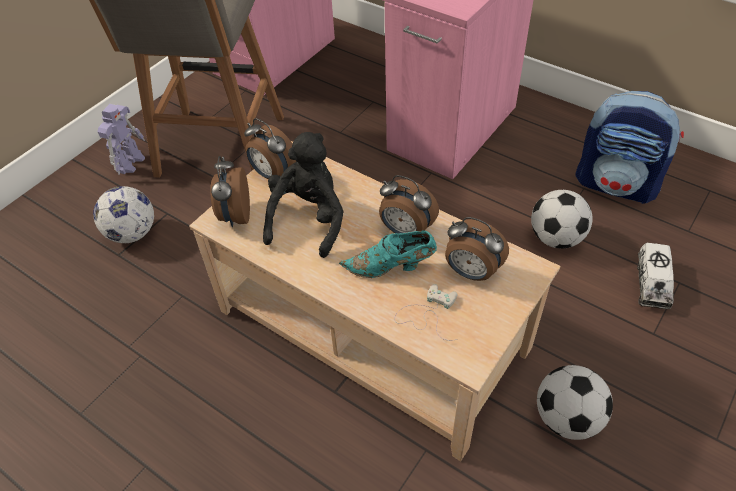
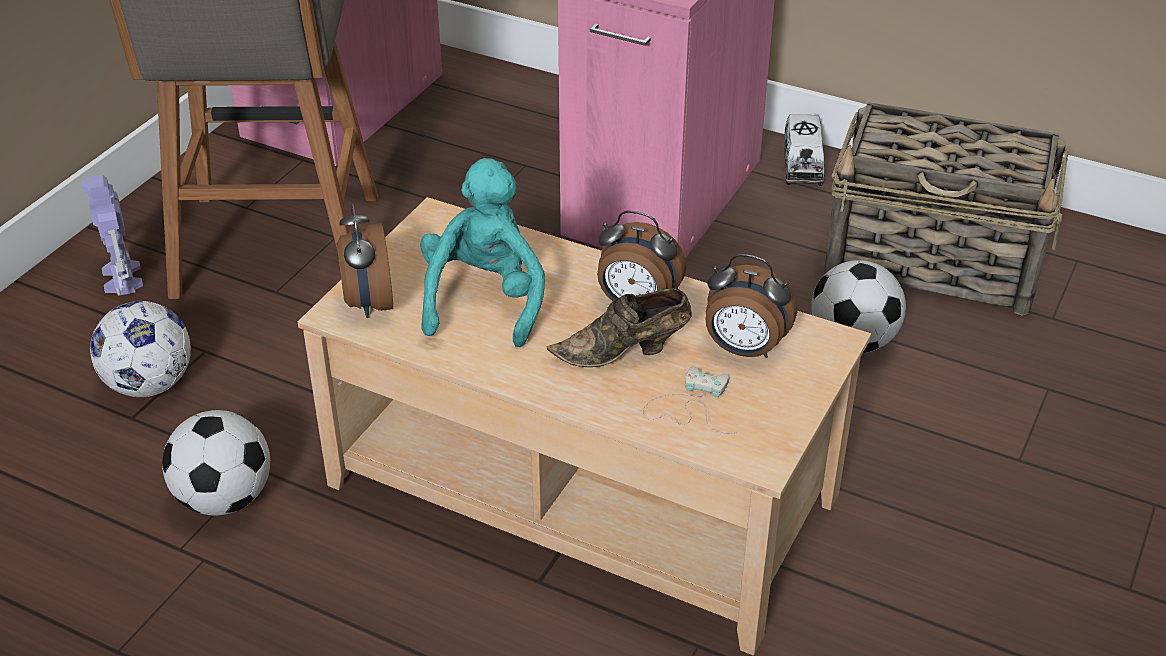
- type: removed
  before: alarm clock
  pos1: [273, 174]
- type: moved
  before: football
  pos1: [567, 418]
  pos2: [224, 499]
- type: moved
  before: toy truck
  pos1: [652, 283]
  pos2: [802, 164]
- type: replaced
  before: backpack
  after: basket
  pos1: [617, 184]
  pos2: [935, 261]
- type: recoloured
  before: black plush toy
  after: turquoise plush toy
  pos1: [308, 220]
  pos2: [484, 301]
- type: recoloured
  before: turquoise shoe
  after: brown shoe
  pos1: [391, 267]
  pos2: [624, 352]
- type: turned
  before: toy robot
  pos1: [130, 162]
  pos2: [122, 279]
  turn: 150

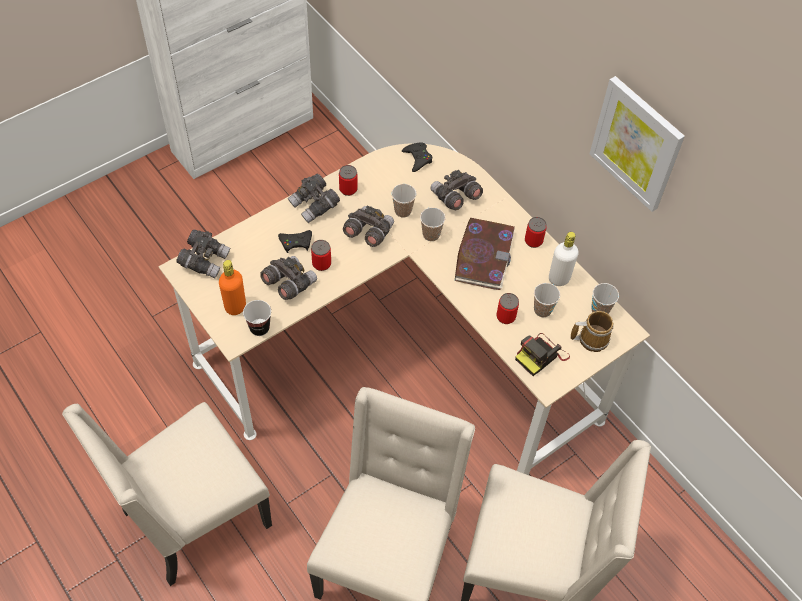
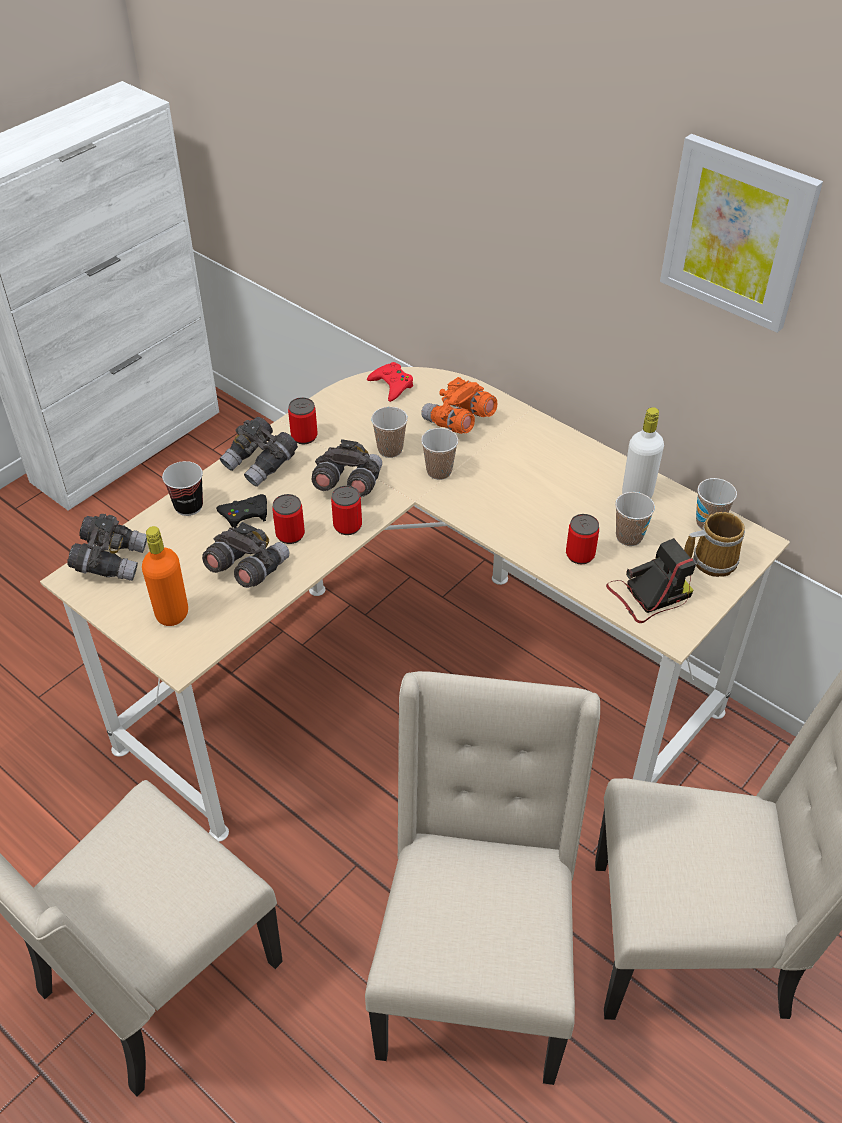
- type: removed
  before: book
  pos1: [483, 255]
- type: moved
  before: cup
  pos1: [259, 328]
  pos2: [188, 506]
- type: moved
  before: can
  pos1: [533, 241]
  pos2: [347, 526]
- type: recoloured
  before: black game controller
  after: red game controller
  pos1: [417, 158]
  pos2: [392, 385]
- type: recoloured
  before: grey binoculars
  after: orange binoculars
  pos1: [455, 197]
  pos2: [458, 422]
- type: turned
  before: photo camera
  pos1: [541, 355]
  pos2: [648, 595]
  turn: -150

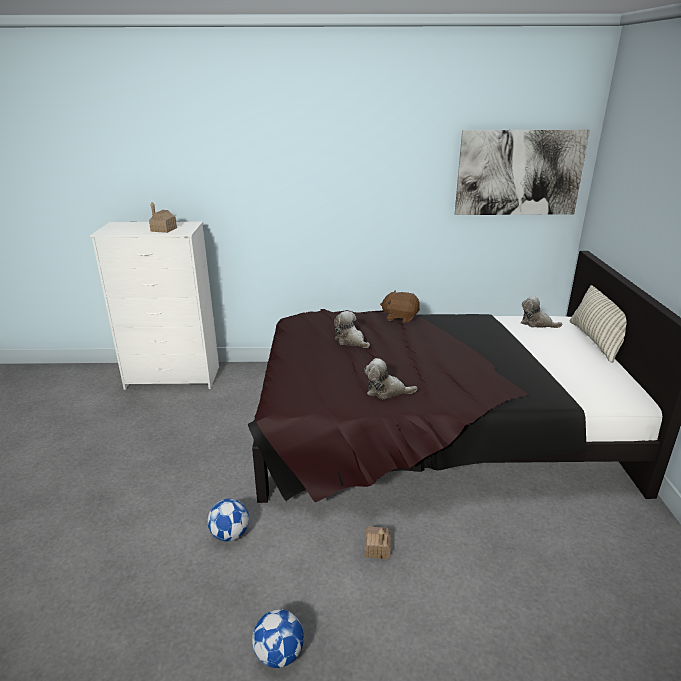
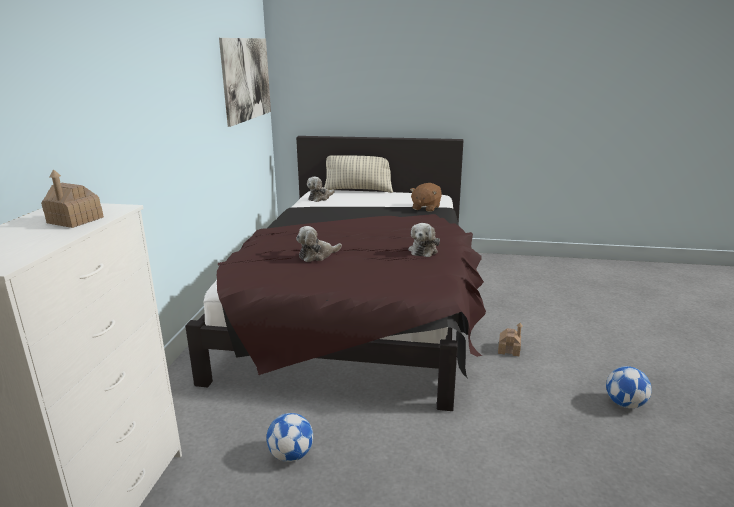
- type: moved
  before: football
  pos1: [230, 534]
  pos2: [291, 455]
- type: moved
  before: brown plush toy
  pos1: [400, 317]
  pos2: [425, 208]

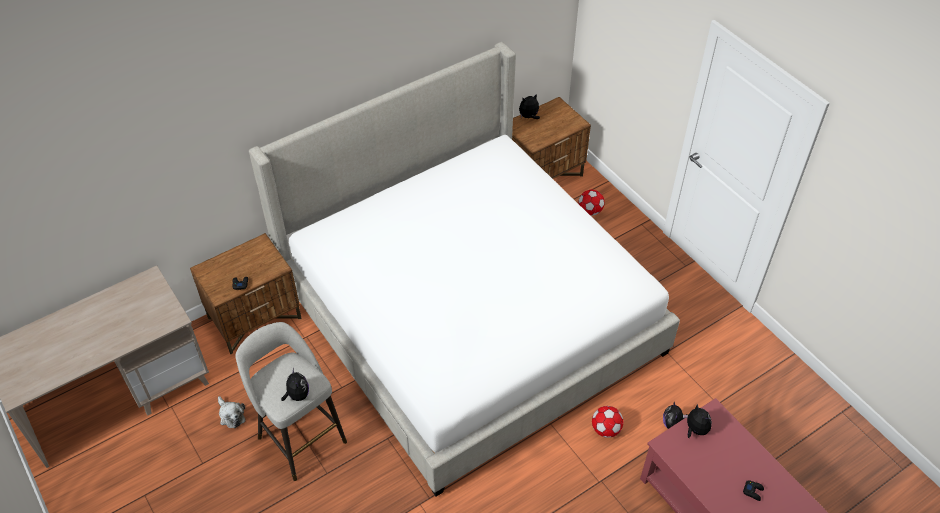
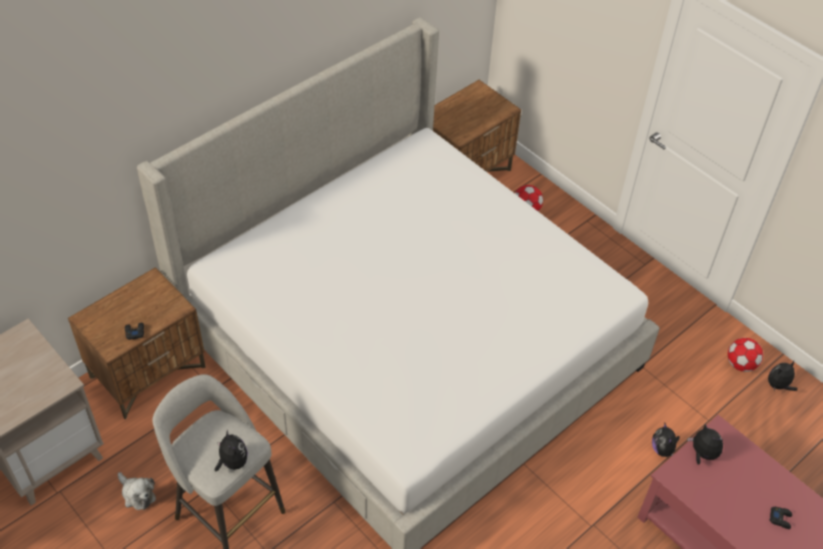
- type: moved
  before: plush toy
  pos1: [529, 117]
  pos2: [778, 386]
- type: moved
  before: football
  pos1: [605, 429]
  pos2: [740, 364]

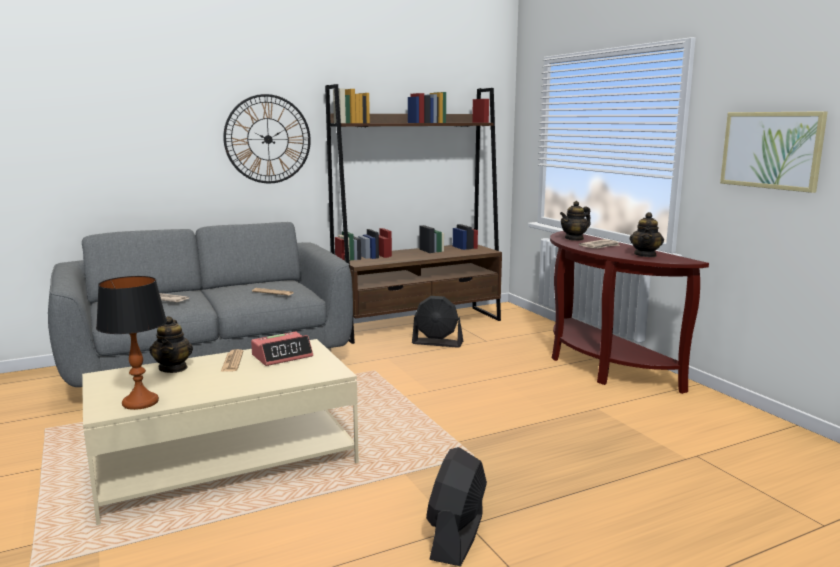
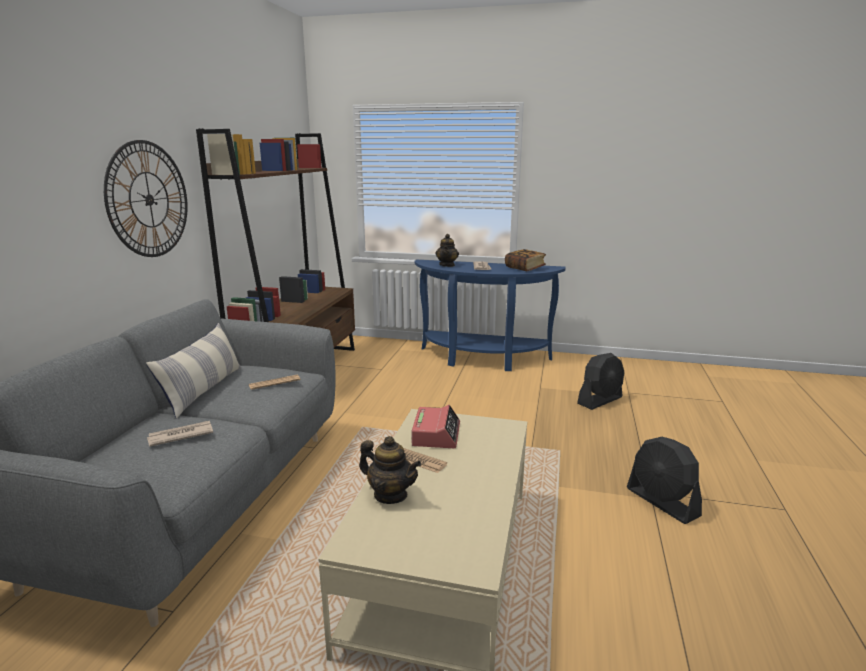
- type: removed
  before: table lamp
  pos1: [140, 402]
- type: removed
  before: picture
  pos1: [771, 150]
- type: added
  after: pillow
  pos2: [204, 390]
- type: moved
  before: black fan
  pos1: [437, 343]
  pos2: [600, 400]
- type: replaced
  before: teapot
  after: book
  pos1: [645, 255]
  pos2: [525, 268]
- type: recoloured
  before: brown console table
  after: blue console table
  pos1: [600, 365]
  pos2: [482, 359]

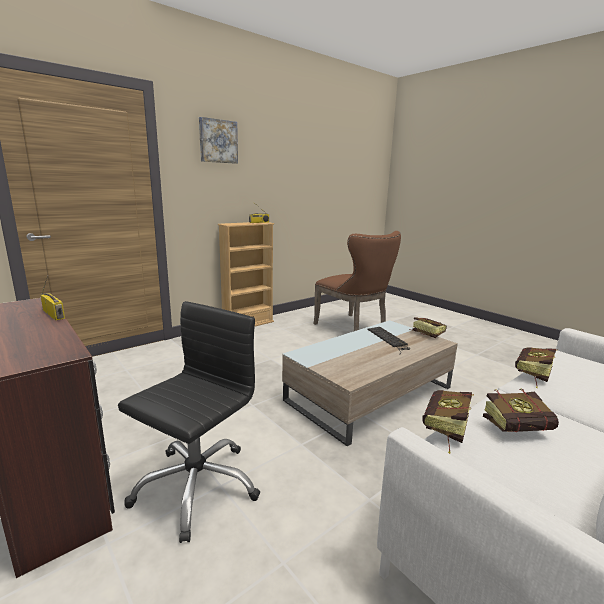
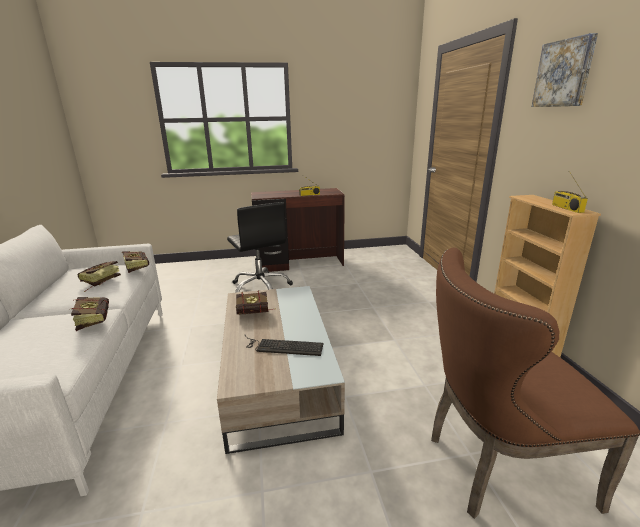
- type: moved
  before: book
  pos1: [425, 333]
  pos2: [257, 313]

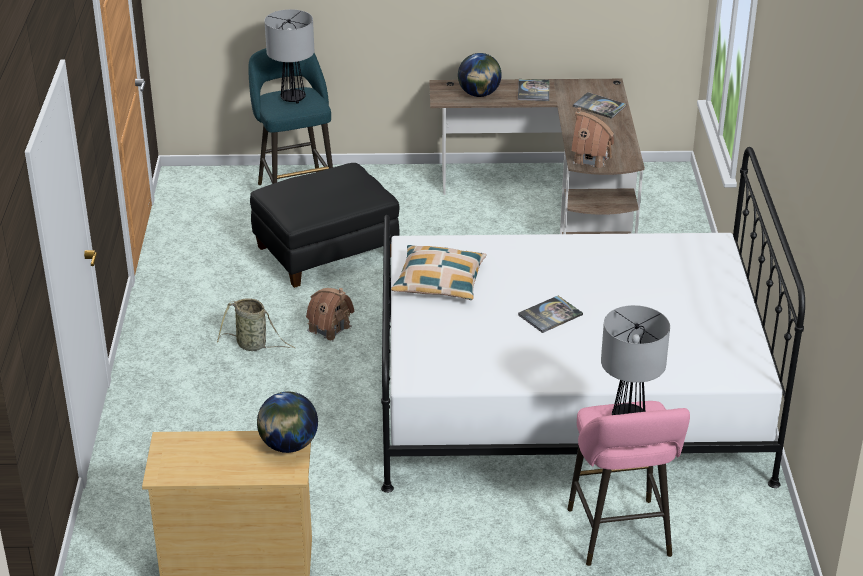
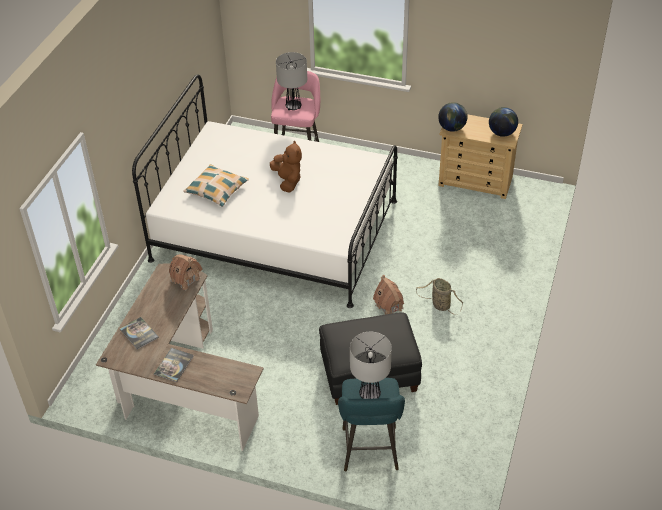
- type: moved
  before: pillow
  pos1: [439, 281]
  pos2: [216, 190]
- type: moved
  before: globe
  pos1: [479, 94]
  pos2: [502, 133]
- type: replaced
  before: book
  after: brown plush toy
  pos1: [550, 315]
  pos2: [288, 181]

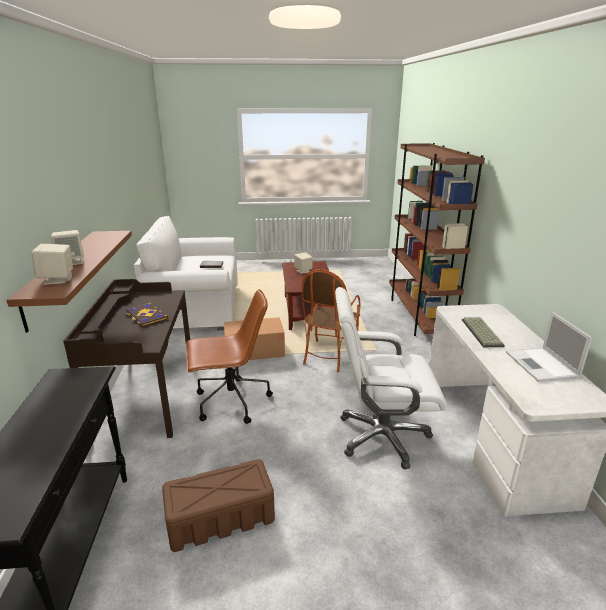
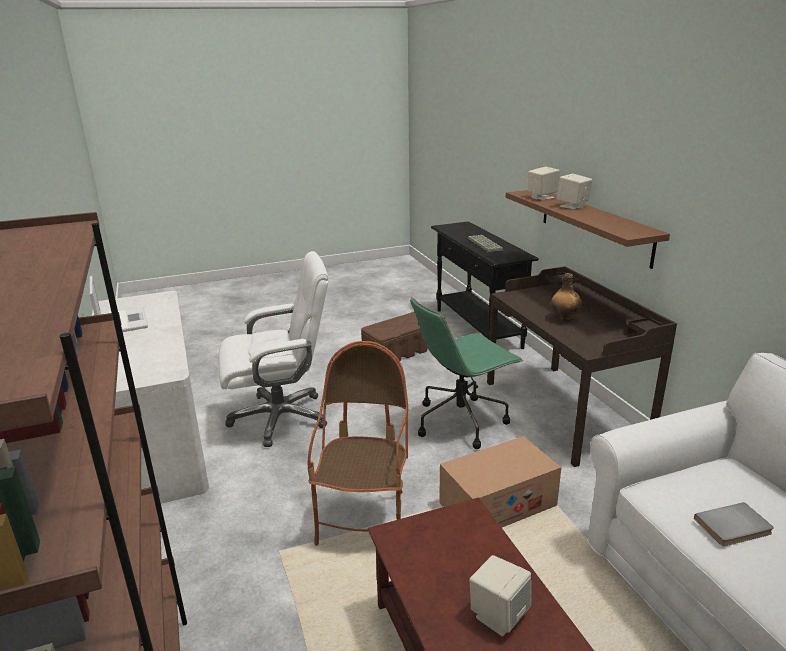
- type: moved
  before: keyboard
  pos1: [480, 332]
  pos2: [485, 245]
- type: replaced
  before: book
  after: bottle
  pos1: [146, 316]
  pos2: [564, 318]
- type: recoloured
  before: brown office chair
  after: green office chair
  pos1: [230, 402]
  pos2: [461, 421]

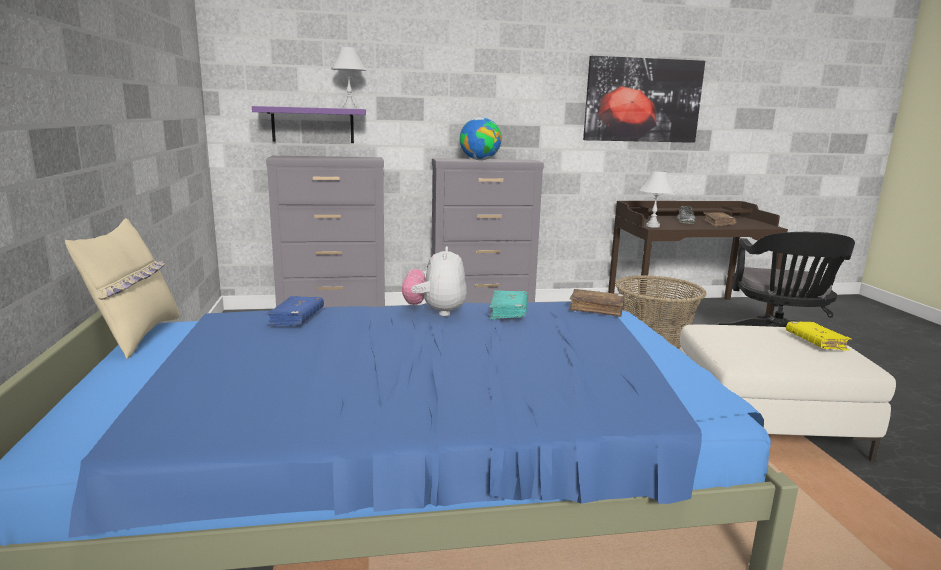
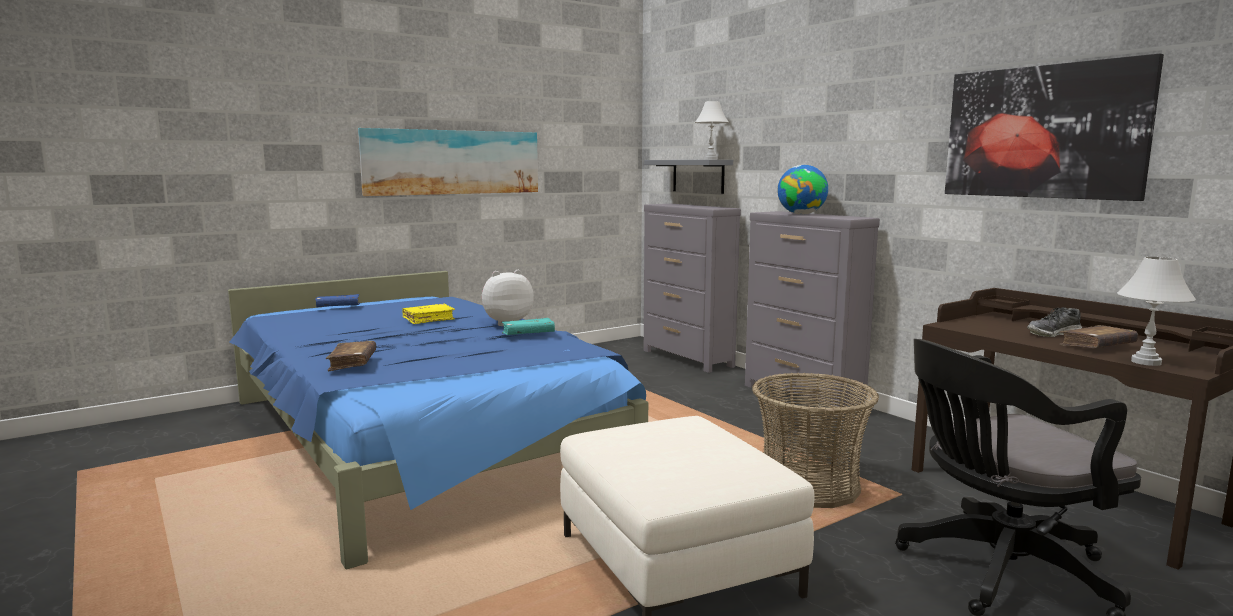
- type: removed
  before: beige pillow
  pos1: [136, 336]
- type: added
  after: picture
  pos2: [452, 162]
- type: moved
  before: blue book
  pos1: [296, 319]
  pos2: [338, 307]
- type: moved
  before: brown book
  pos1: [596, 309]
  pos2: [352, 363]
- type: moved
  before: white table lamp
  pos1: [653, 226]
  pos2: [1146, 362]
- type: moved
  before: yellow book
  pos1: [815, 342]
  pos2: [428, 319]
- type: recoloured
  before: purple shelf
  after: grey shelf
  pos1: [313, 125]
  pos2: [698, 176]

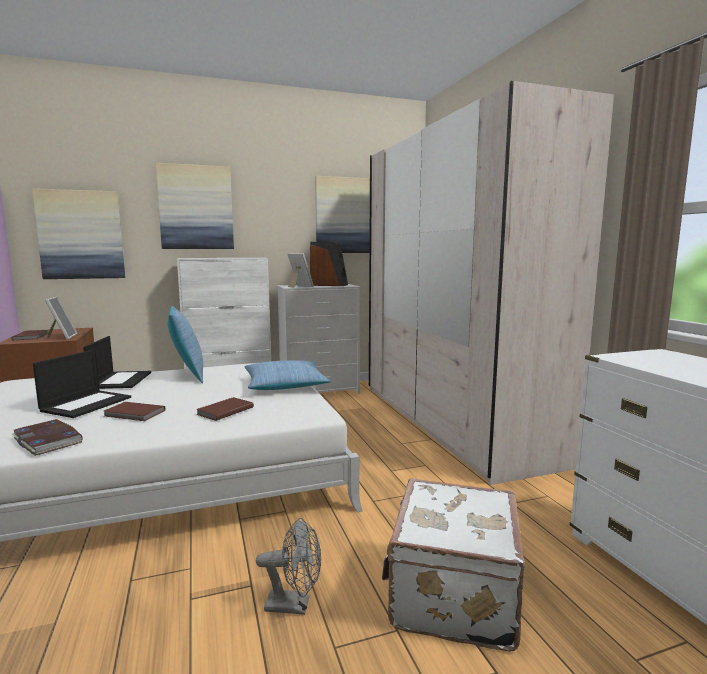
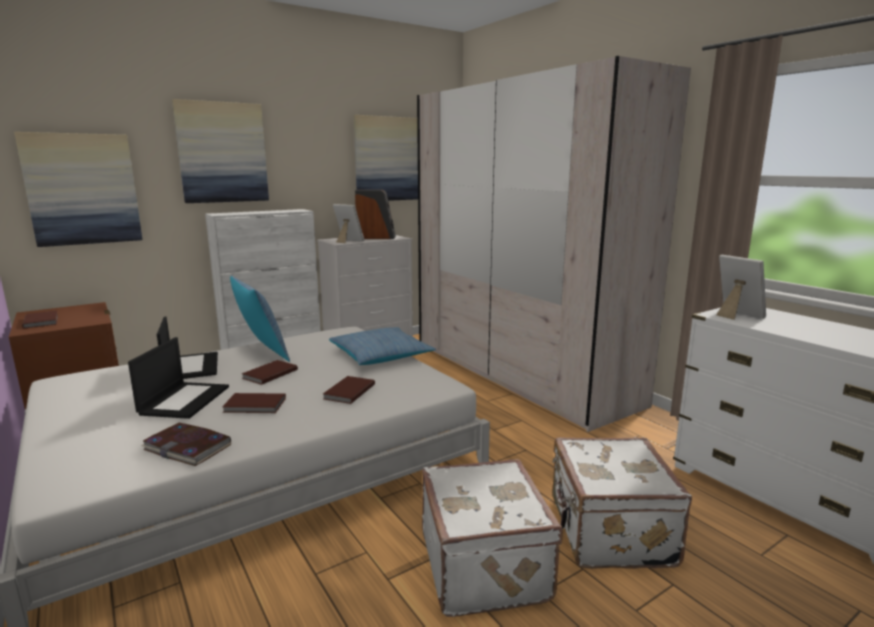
- type: added
  after: brown book
  pos2: [269, 374]
- type: moved
  before: picture frame
  pos1: [61, 337]
  pos2: [735, 315]
- type: replaced
  before: grey fan
  after: white suitcase
  pos1: [294, 605]
  pos2: [486, 565]

